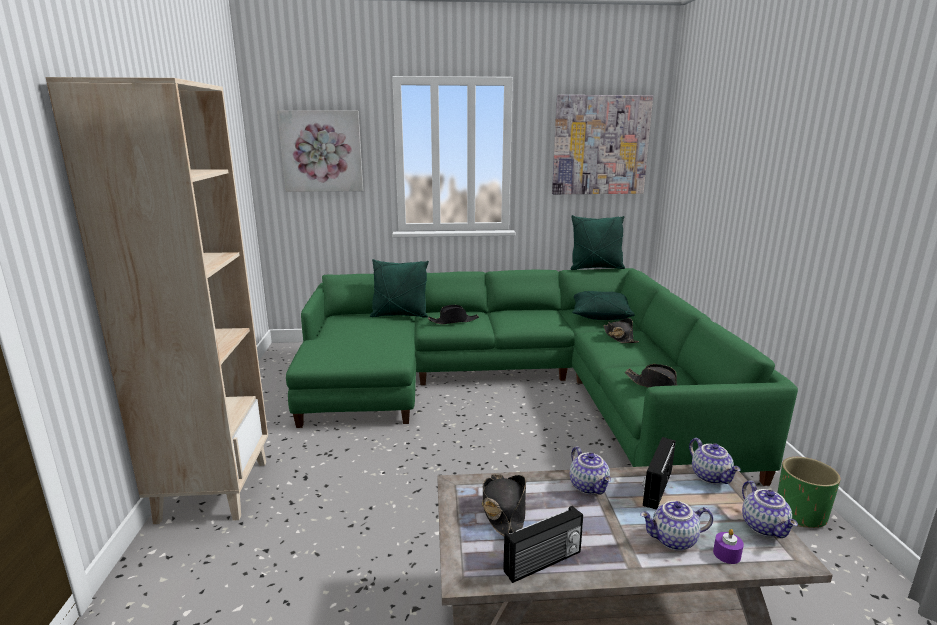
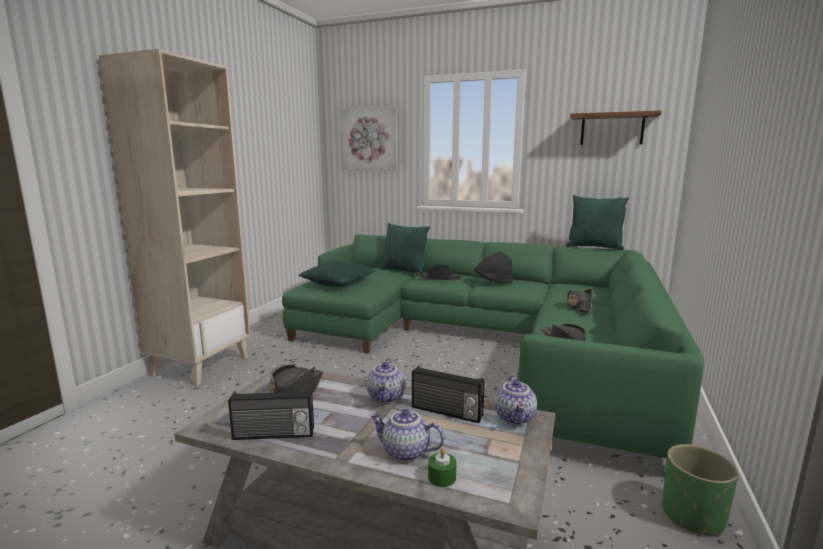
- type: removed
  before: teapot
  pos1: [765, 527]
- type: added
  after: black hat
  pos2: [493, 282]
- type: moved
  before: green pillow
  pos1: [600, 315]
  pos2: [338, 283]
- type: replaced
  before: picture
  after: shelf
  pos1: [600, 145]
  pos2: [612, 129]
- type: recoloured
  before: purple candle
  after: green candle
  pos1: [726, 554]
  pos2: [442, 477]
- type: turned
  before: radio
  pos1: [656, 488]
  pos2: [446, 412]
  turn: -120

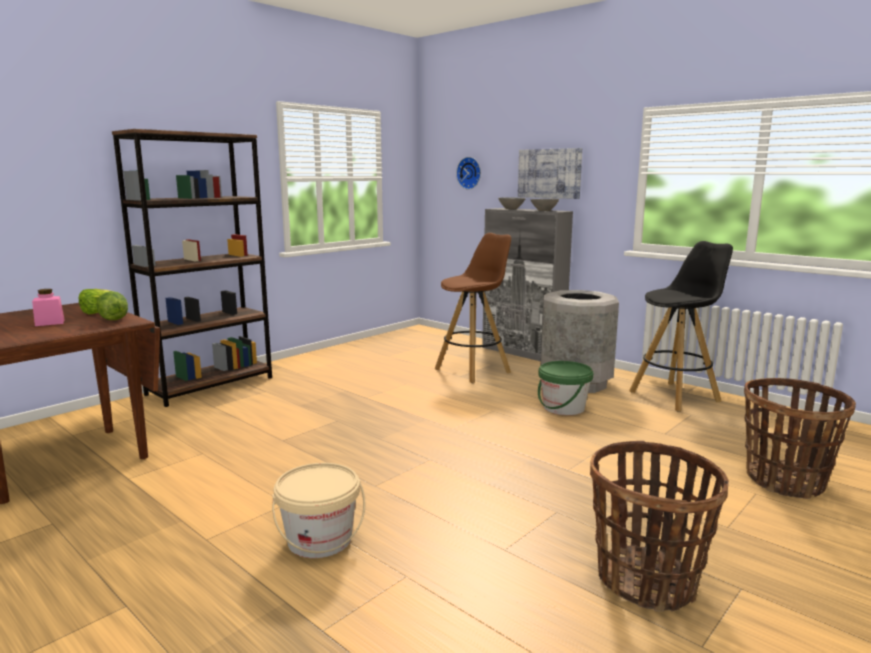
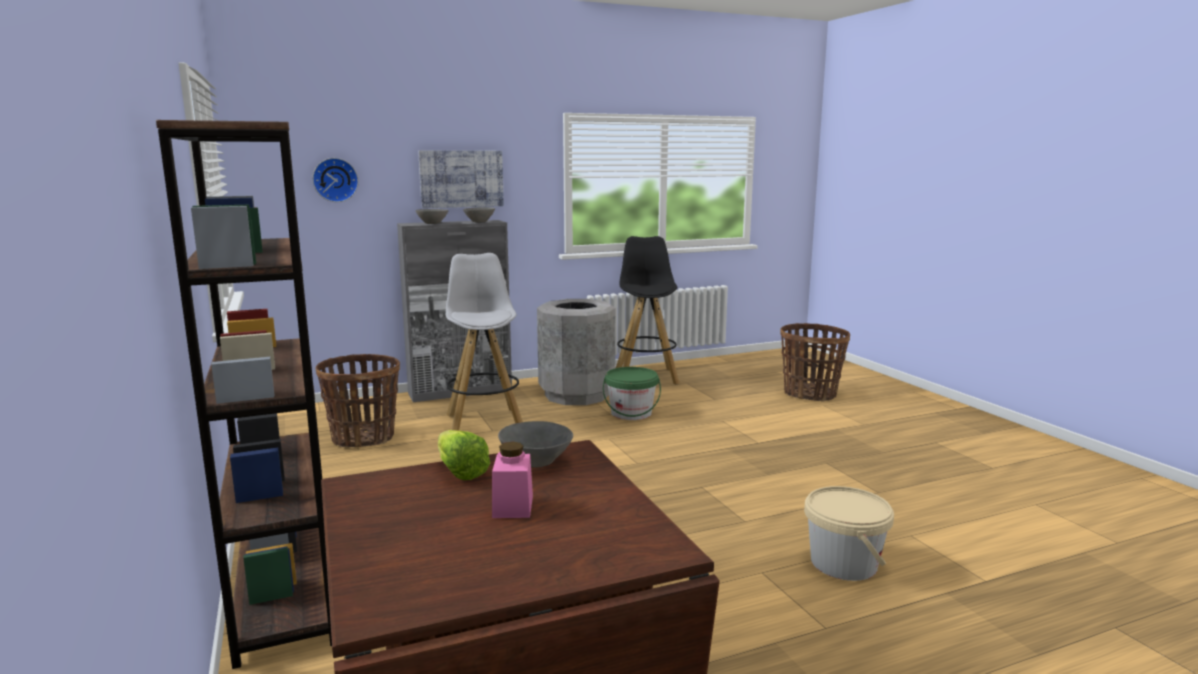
- type: moved
  before: basket
  pos1: [647, 581]
  pos2: [364, 438]
- type: replaced
  before: lettuce
  after: grey bowl
  pos1: [113, 319]
  pos2: [536, 462]
- type: recoloured
  before: brown stool
  after: white stool
  pos1: [473, 370]
  pos2: [484, 422]

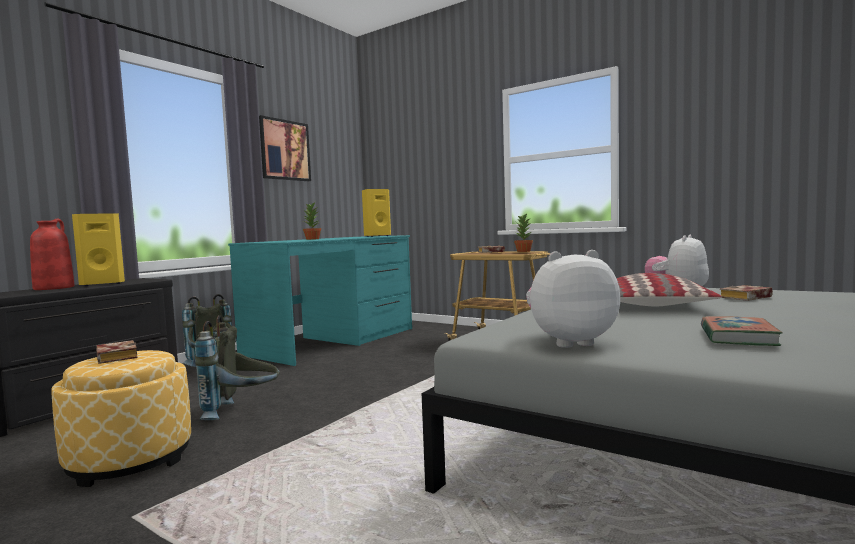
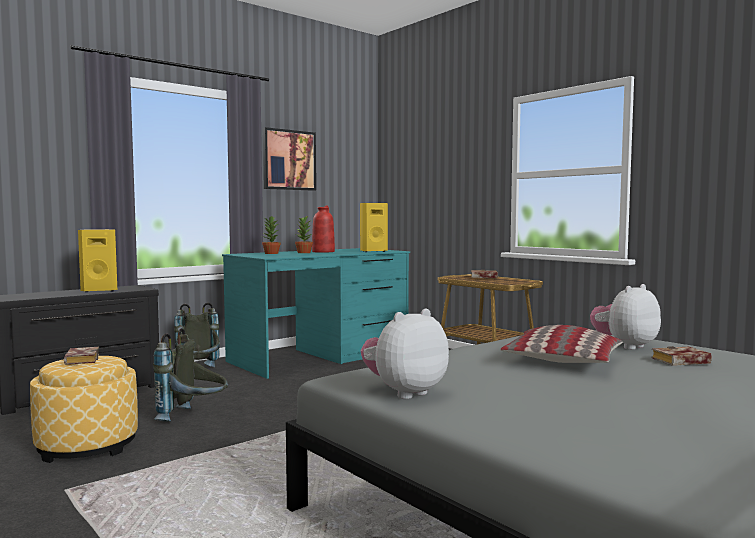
- type: removed
  before: book
  pos1: [737, 337]
- type: moved
  before: red vase
  pos1: [54, 288]
  pos2: [323, 251]
- type: moved
  before: potted plant
  pos1: [523, 251]
  pos2: [271, 253]
- type: turned
  before: plush toy
  pos1: [569, 342]
  pos2: [404, 392]
  turn: -45

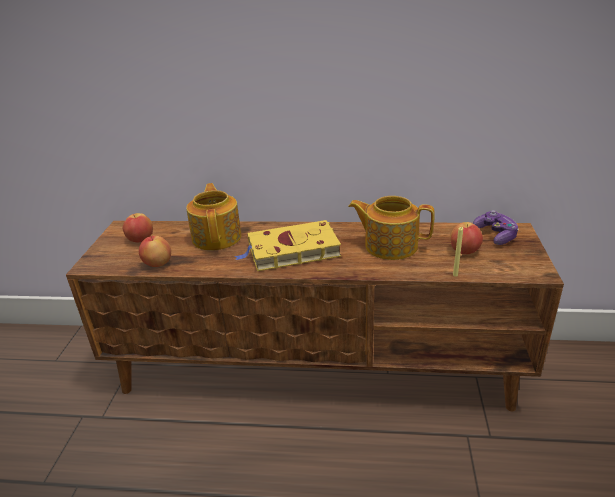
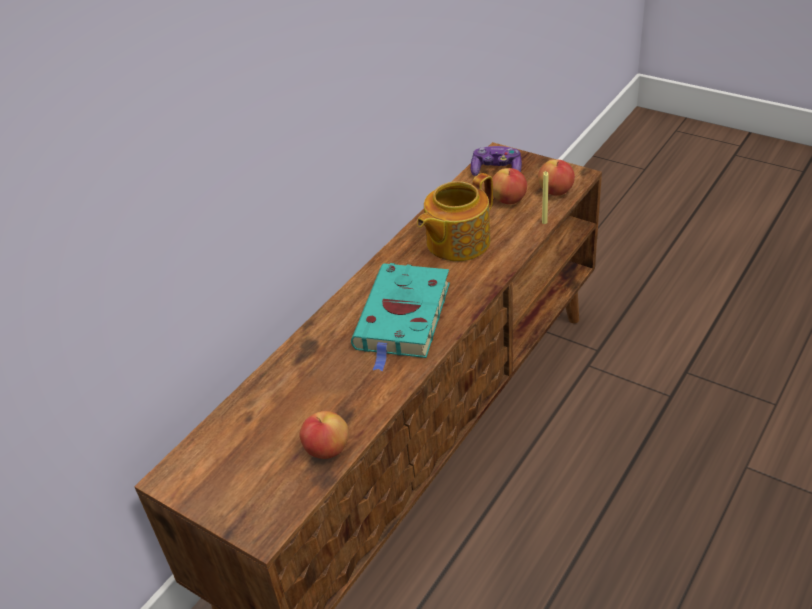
- type: removed
  before: teapot
  pos1: [217, 237]
- type: moved
  before: apple
  pos1: [141, 240]
  pos2: [556, 191]
- type: recoloured
  before: yellow book
  after: turquoise book
  pos1: [290, 251]
  pos2: [403, 319]

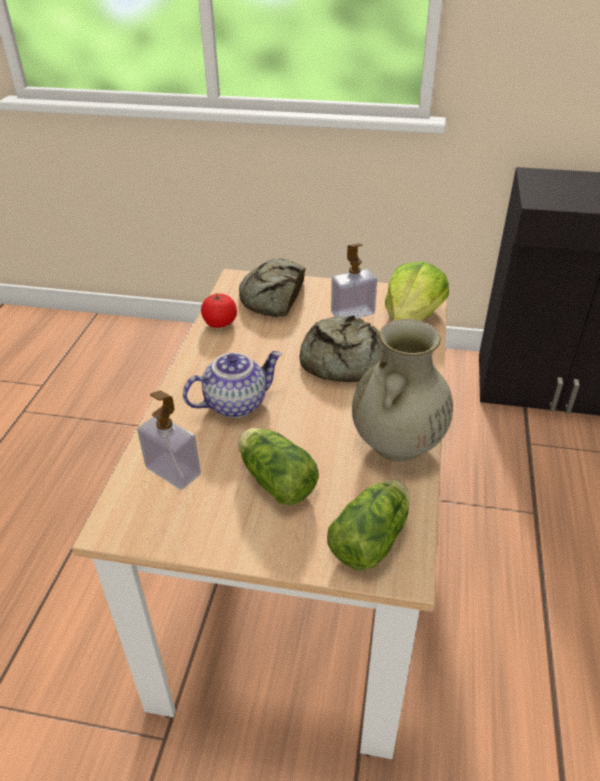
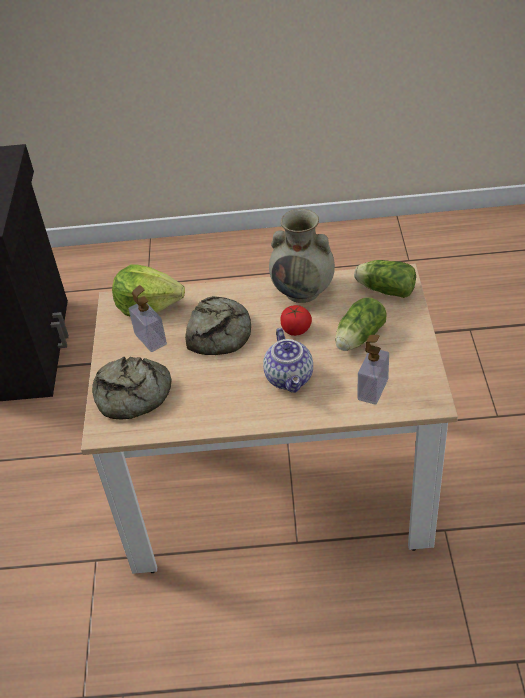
- type: moved
  before: tomato
  pos1: [220, 323]
  pos2: [296, 329]
- type: turned
  before: teapot
  pos1: [235, 403]
  pos2: [290, 378]
  turn: -150

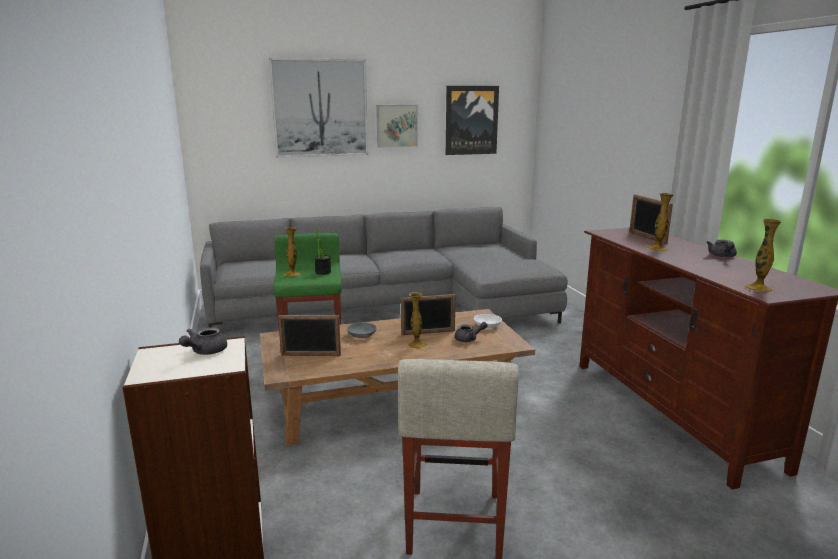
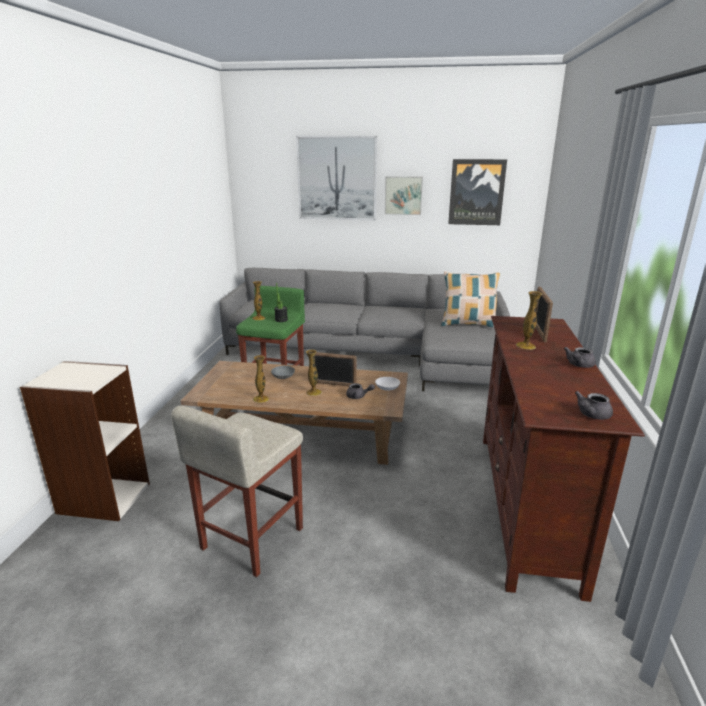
- type: removed
  before: picture frame
  pos1: [311, 355]
- type: added
  after: pillow
  pos2: [468, 324]
- type: moved
  before: grey teapot
  pos1: [205, 352]
  pos2: [591, 415]
- type: moved
  before: vase
  pos1: [758, 288]
  pos2: [261, 399]

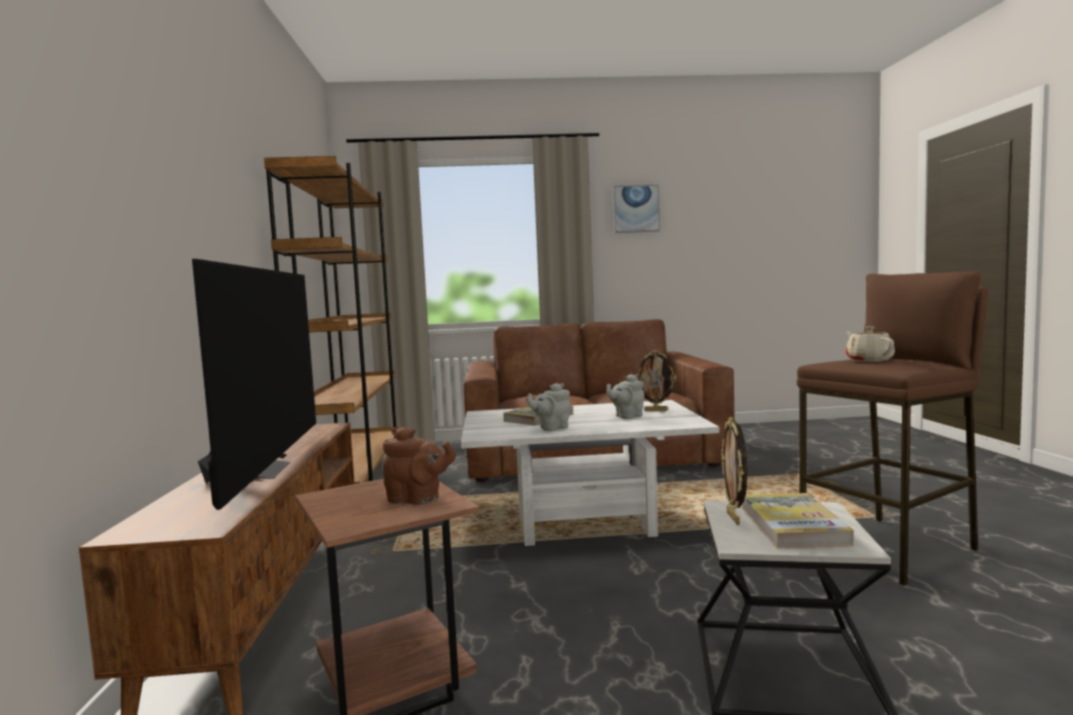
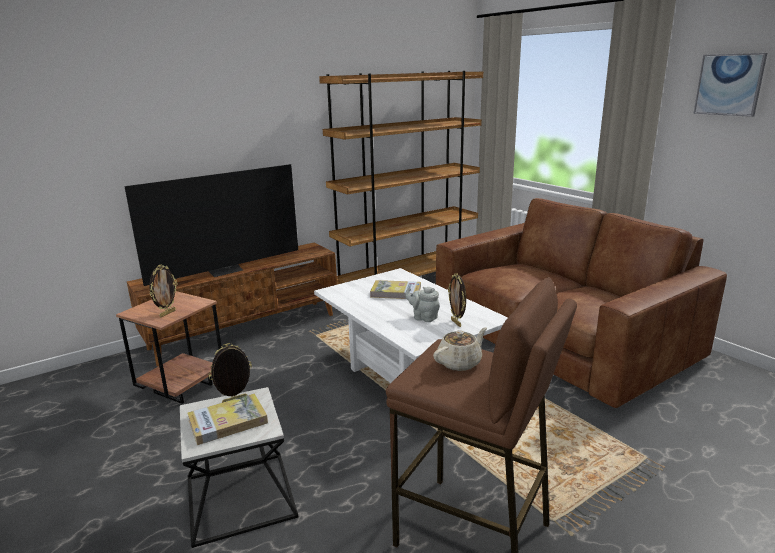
- type: removed
  before: grey teapot
  pos1: [551, 428]
- type: replaced
  before: brown teapot
  after: picture frame
  pos1: [417, 500]
  pos2: [167, 313]

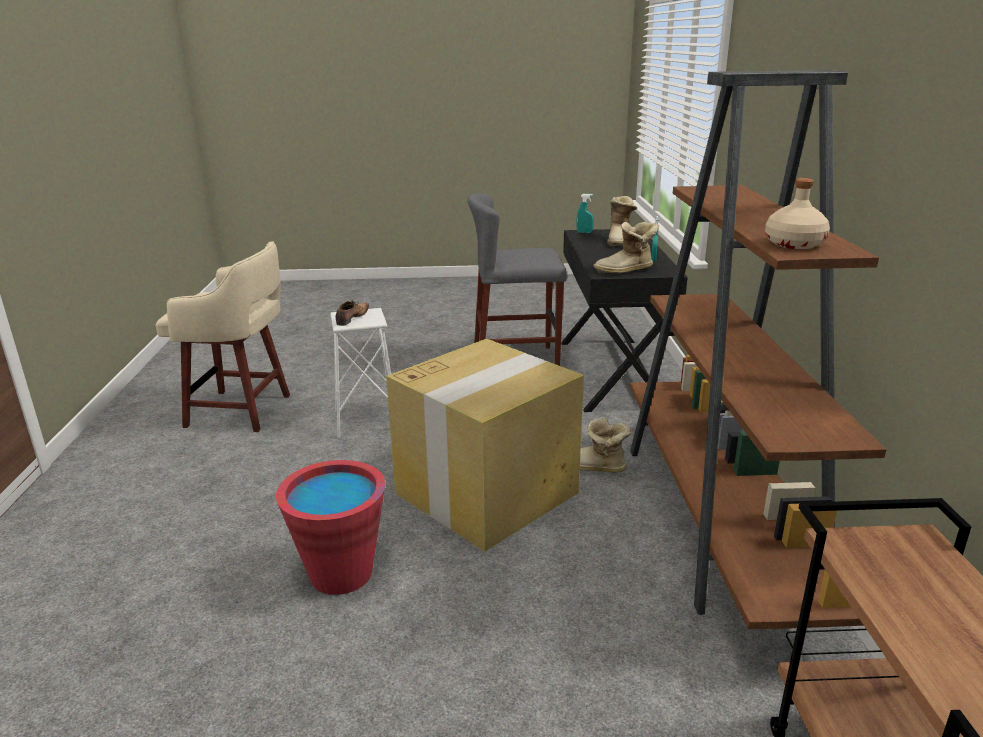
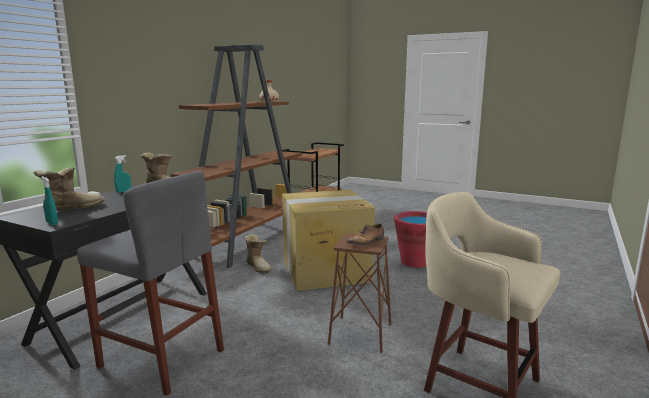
- type: recoloured
  before: white stool
  after: brown stool
  pos1: [366, 420]
  pos2: [360, 334]

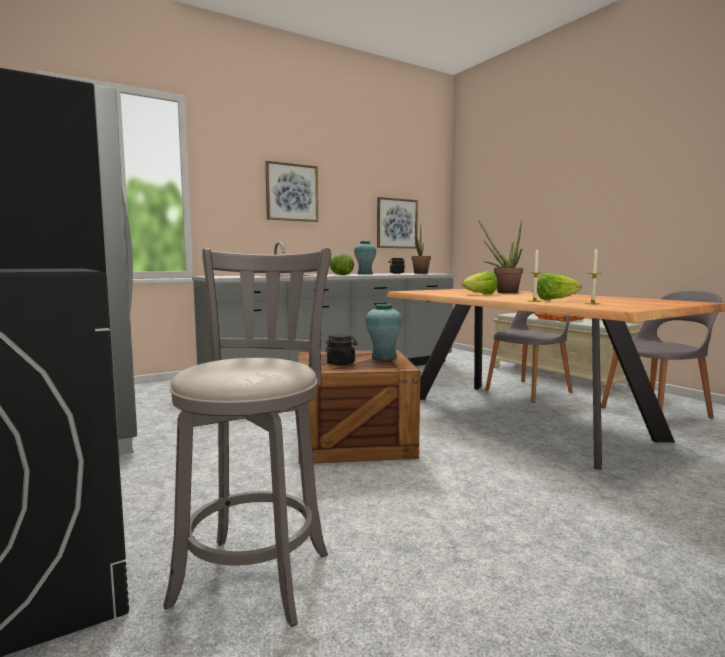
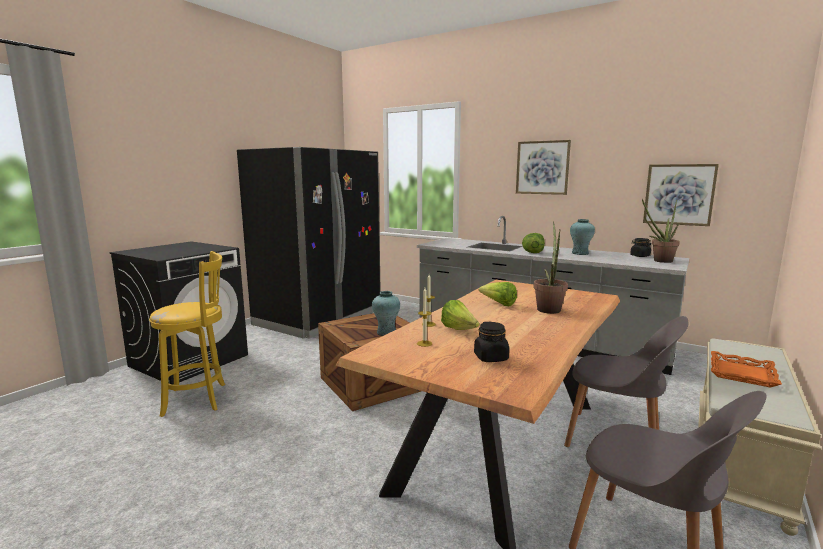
- type: moved
  before: black jar
  pos1: [341, 363]
  pos2: [491, 358]
- type: recoloured
  before: grey stool
  after: yellow stool
  pos1: [255, 573]
  pos2: [199, 399]

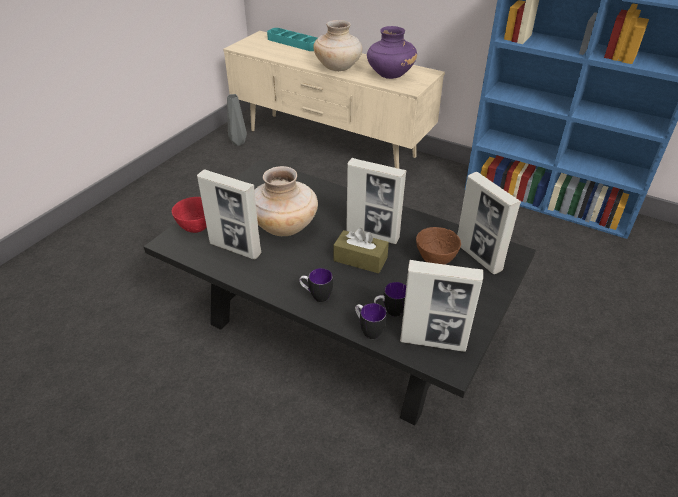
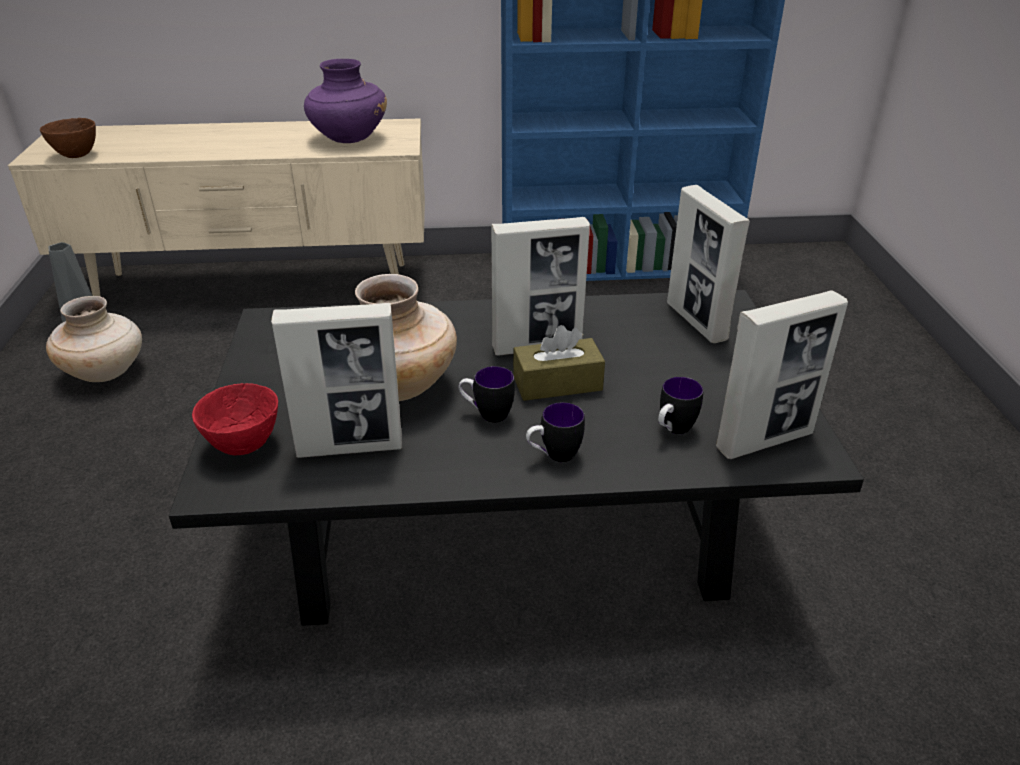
- type: removed
  before: turquoise tray
  pos1: [293, 43]
- type: moved
  before: beige vase
  pos1: [338, 68]
  pos2: [106, 372]
- type: moved
  before: mug
  pos1: [368, 330]
  pos2: [486, 414]
- type: moved
  before: brown bowl
  pos1: [435, 260]
  pos2: [76, 155]
- type: turned
  before: picture frame
  pos1: [478, 257]
  pos2: [696, 322]
  turn: 45

